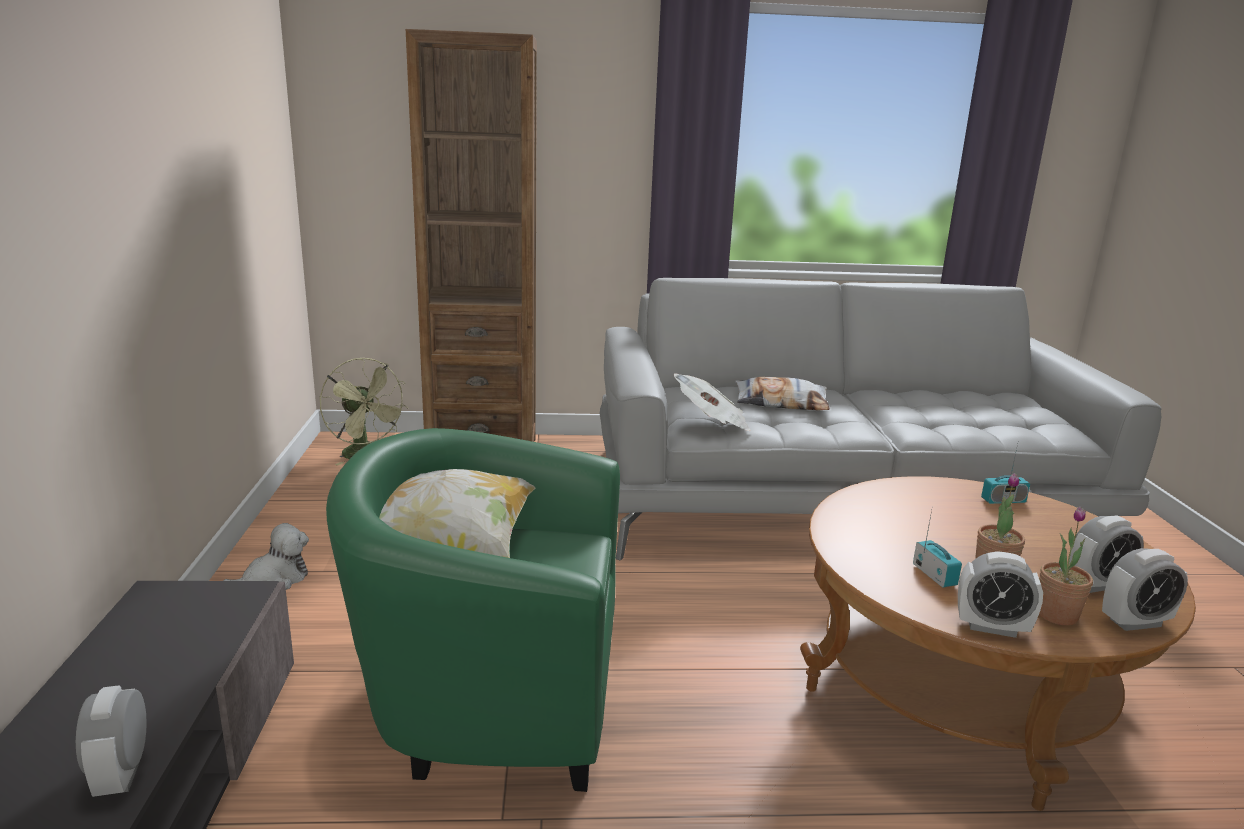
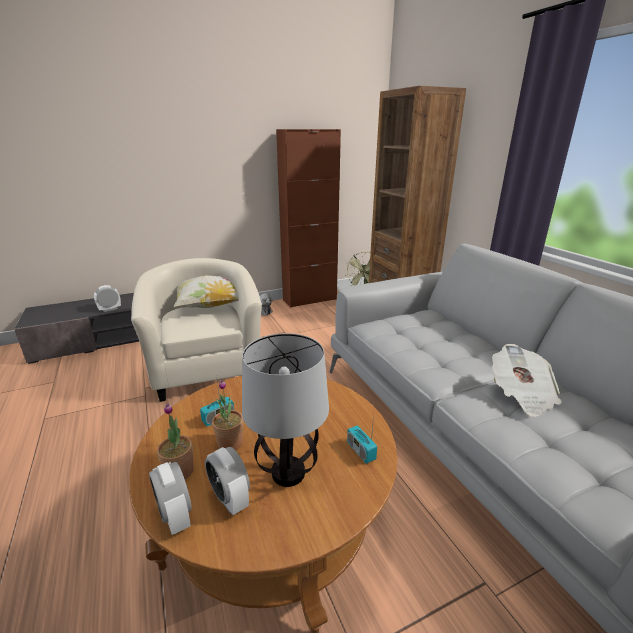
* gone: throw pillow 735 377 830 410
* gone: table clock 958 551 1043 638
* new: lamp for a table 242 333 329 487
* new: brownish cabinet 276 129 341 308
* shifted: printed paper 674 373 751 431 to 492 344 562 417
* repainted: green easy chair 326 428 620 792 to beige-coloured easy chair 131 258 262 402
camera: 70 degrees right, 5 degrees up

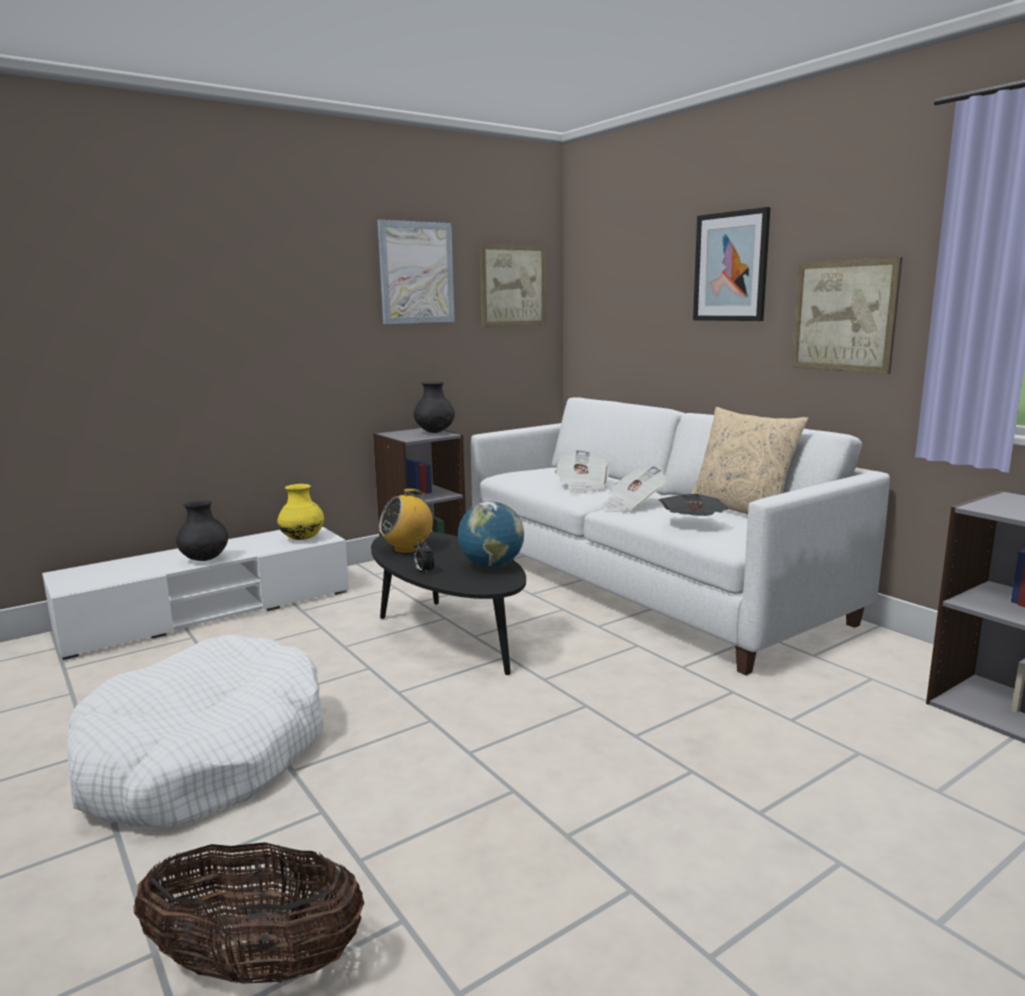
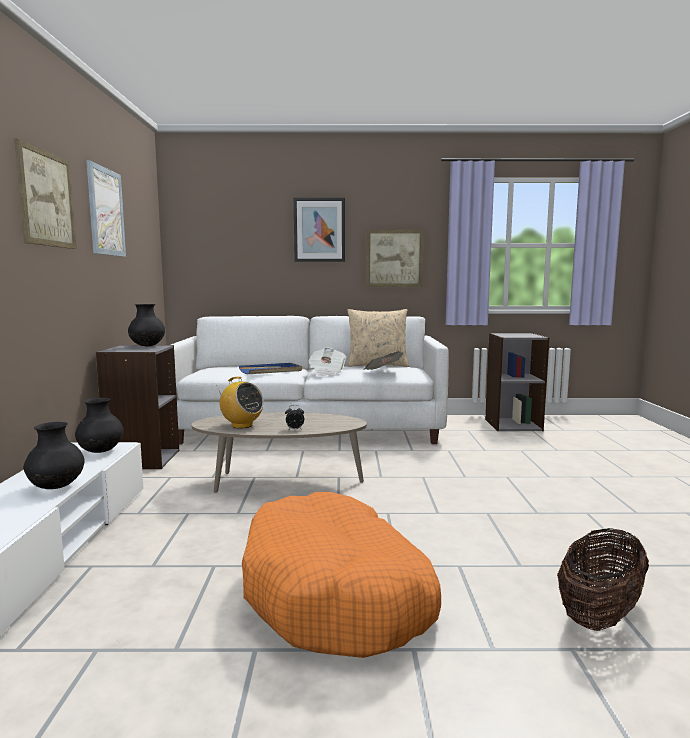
* gone: desk globe 458 501 524 568
* shifted: wall art 480 244 546 327 to 14 139 77 249
* swapped: printed paper 555 450 610 494 to blue-coloured serving tray 239 363 302 374
* repainted: white dog cushion 67 634 325 828 to orange-coloured dog cushion 242 492 441 658
* repainted: yellowish vase 277 484 324 540 to black vase 75 398 124 453
* repainted: black coffee table 371 532 526 675 to beige-coloured coffee table 191 412 367 493
* rotated: radio set 379 489 433 554 = 216 376 264 429 60 degrees counterclockwise
camera: 55 degrees left, 5 degrees down

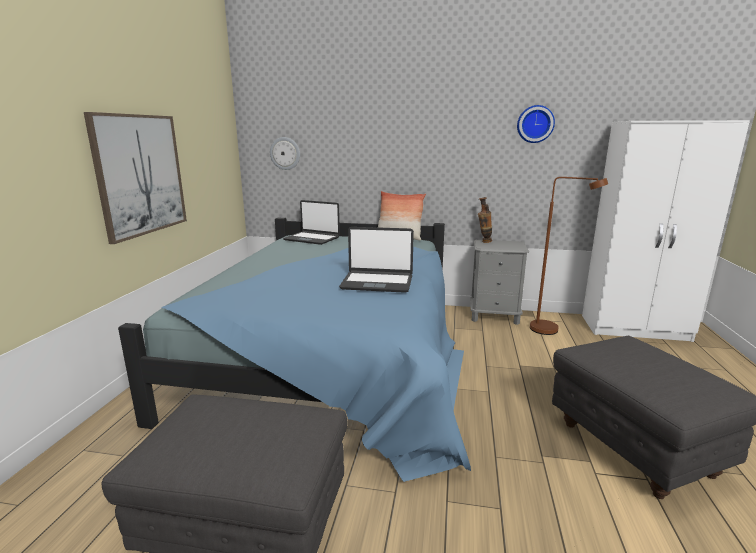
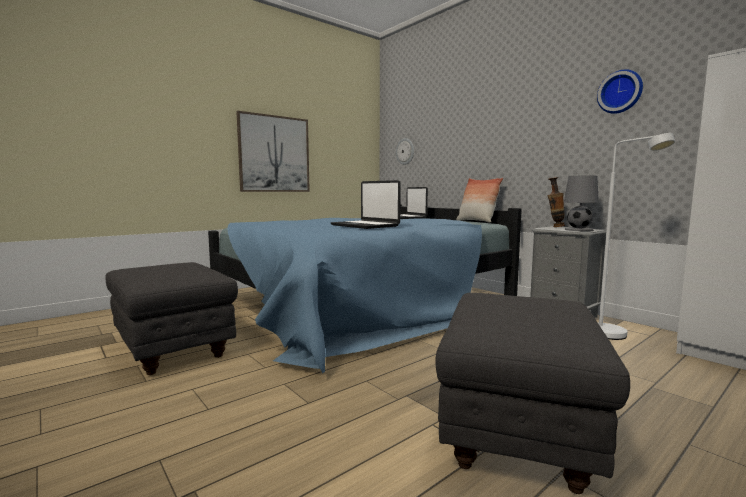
* new: gray lamp for a table 564 176 599 231
* repainted: brownish standing lamp 530 177 608 335 to white standing lamp 598 133 675 340
camera: 40 degrees right, 10 degrees down

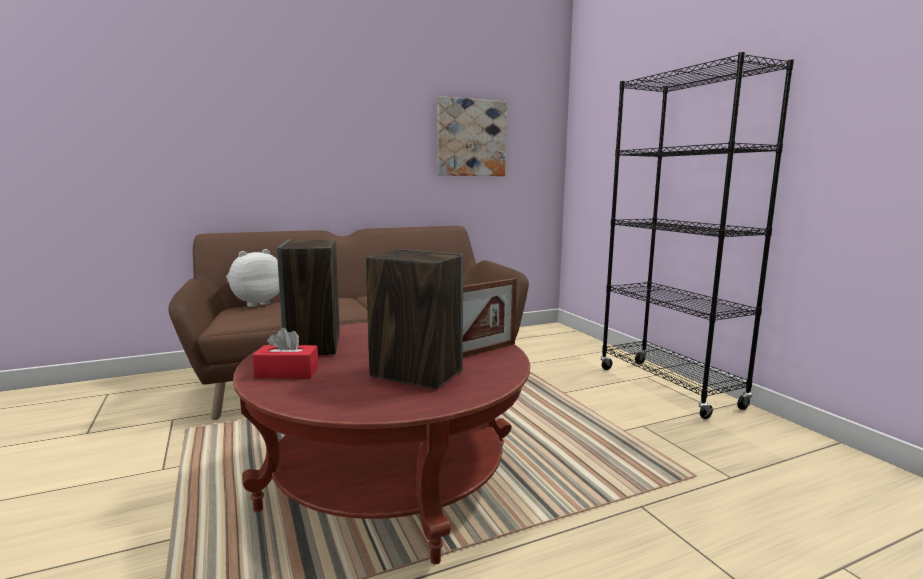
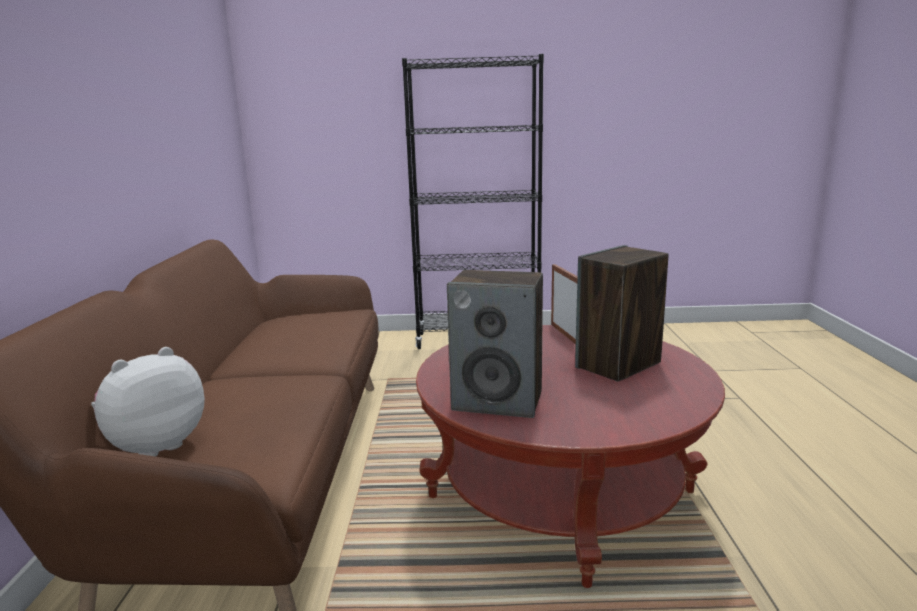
* gone: red tissue holder 253 328 319 378
* gone: wall art 437 96 507 176
* rotated: plush toy 226 249 279 307 = 91 347 205 457 60 degrees clockwise
camera: 65 degrees left, 5 degrees up

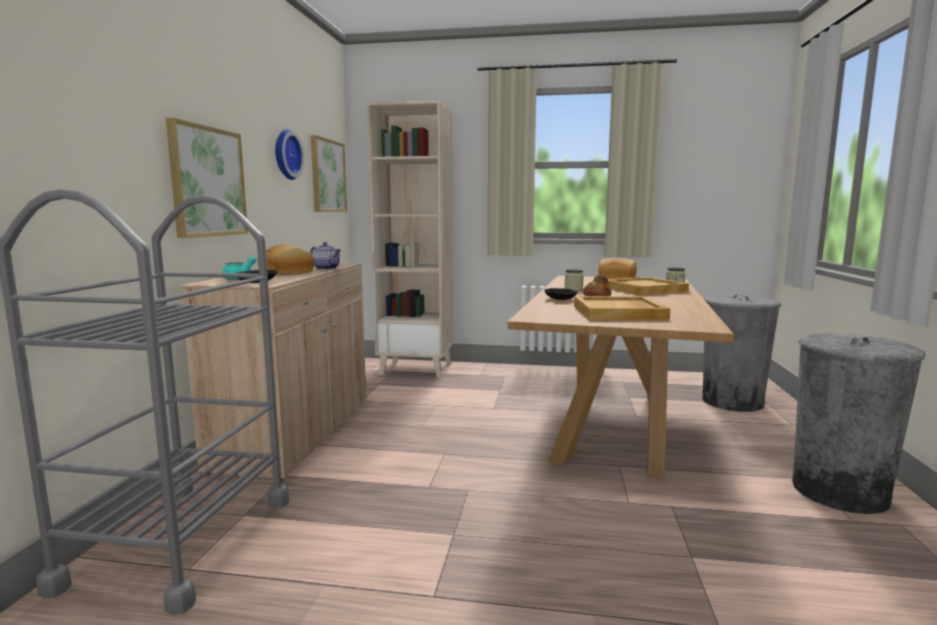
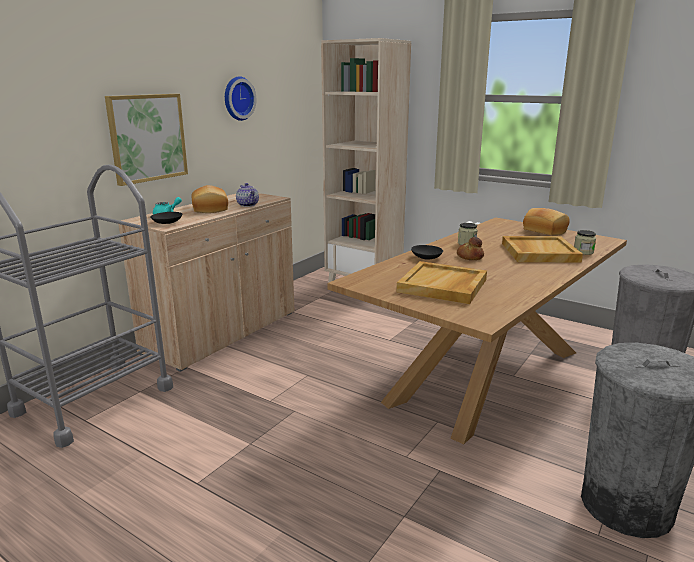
* gone: wall art 311 135 347 212
camera: 25 degrees right, 10 degrees up

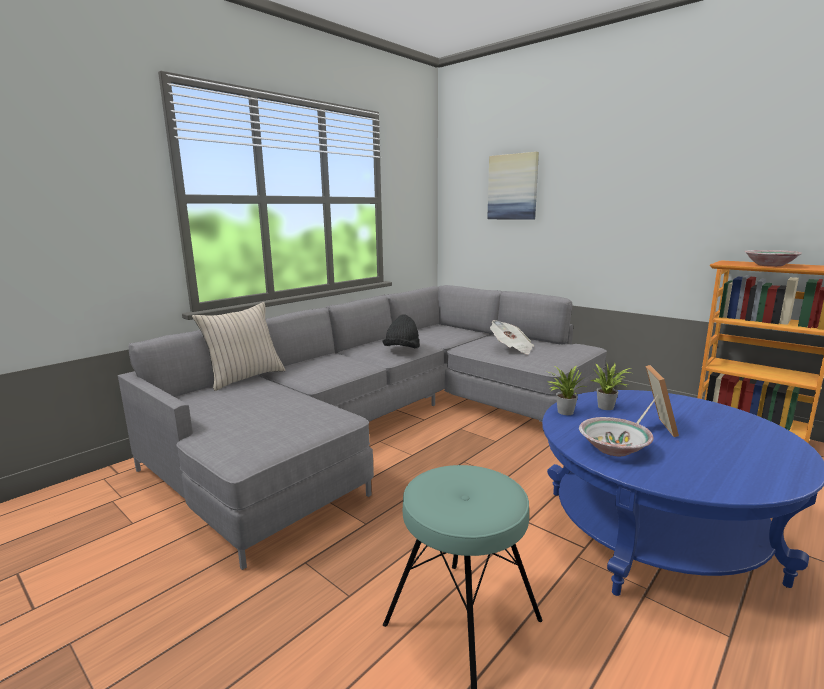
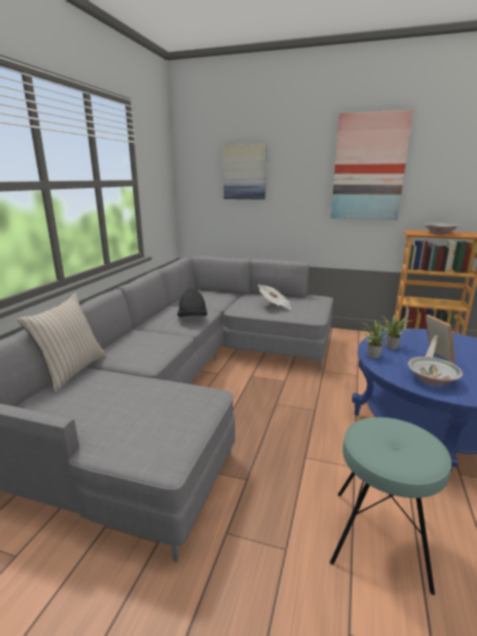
* new: wall art 331 110 413 220
camera: 25 degrees left, 5 degrees up

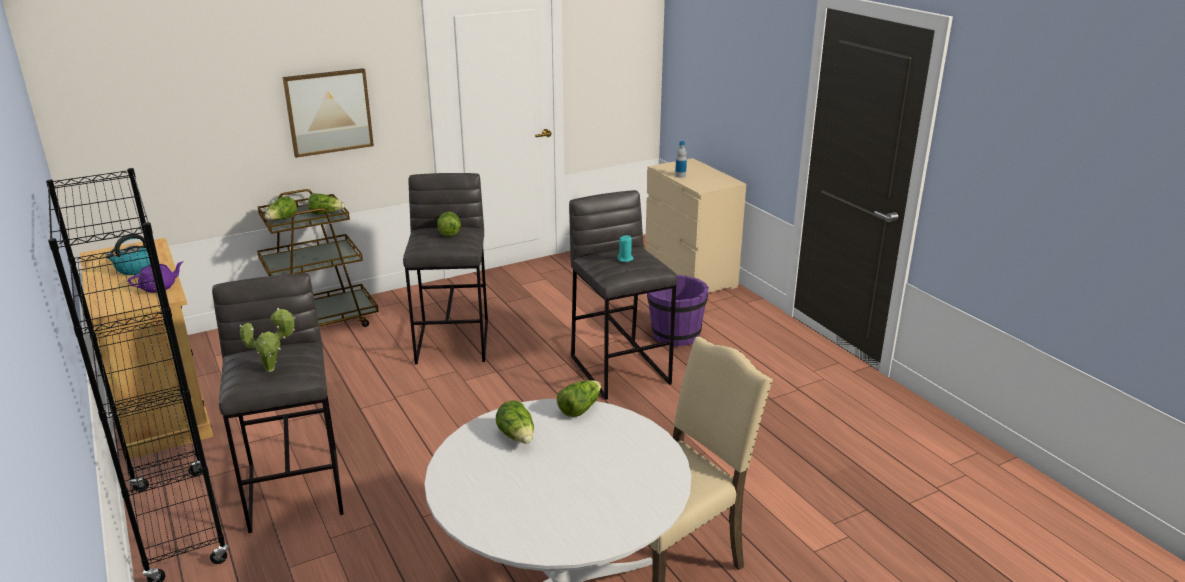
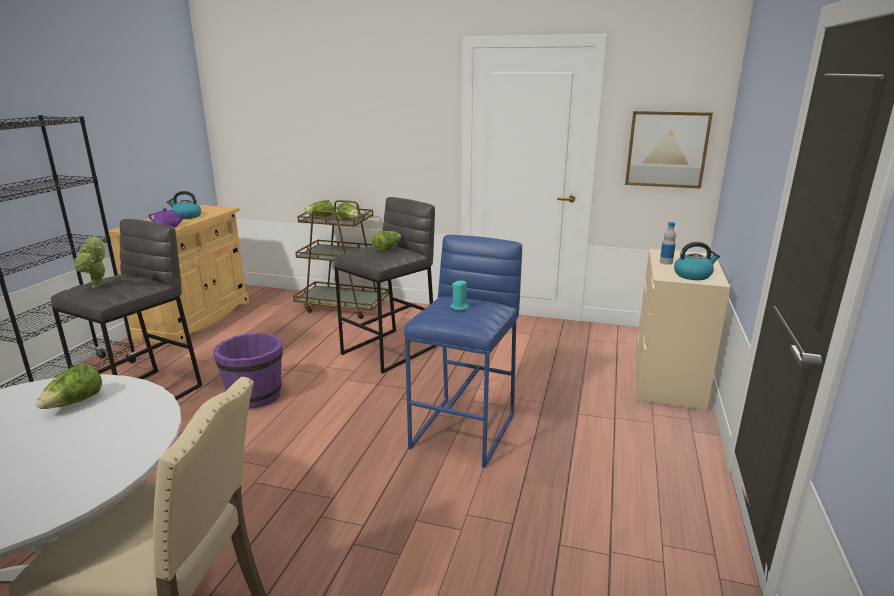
* gone: lettuce 557 380 601 417
* new: water kettle 674 242 720 280
* shifted: wall art 282 68 374 158 to 625 111 713 189
* shifted: purplish pail 647 275 709 346 to 213 333 283 409
* repainted: gray sitting stool 569 190 677 400 to blue-coloured sitting stool 404 235 522 468
camera: 45 degrees right, 5 degrees down

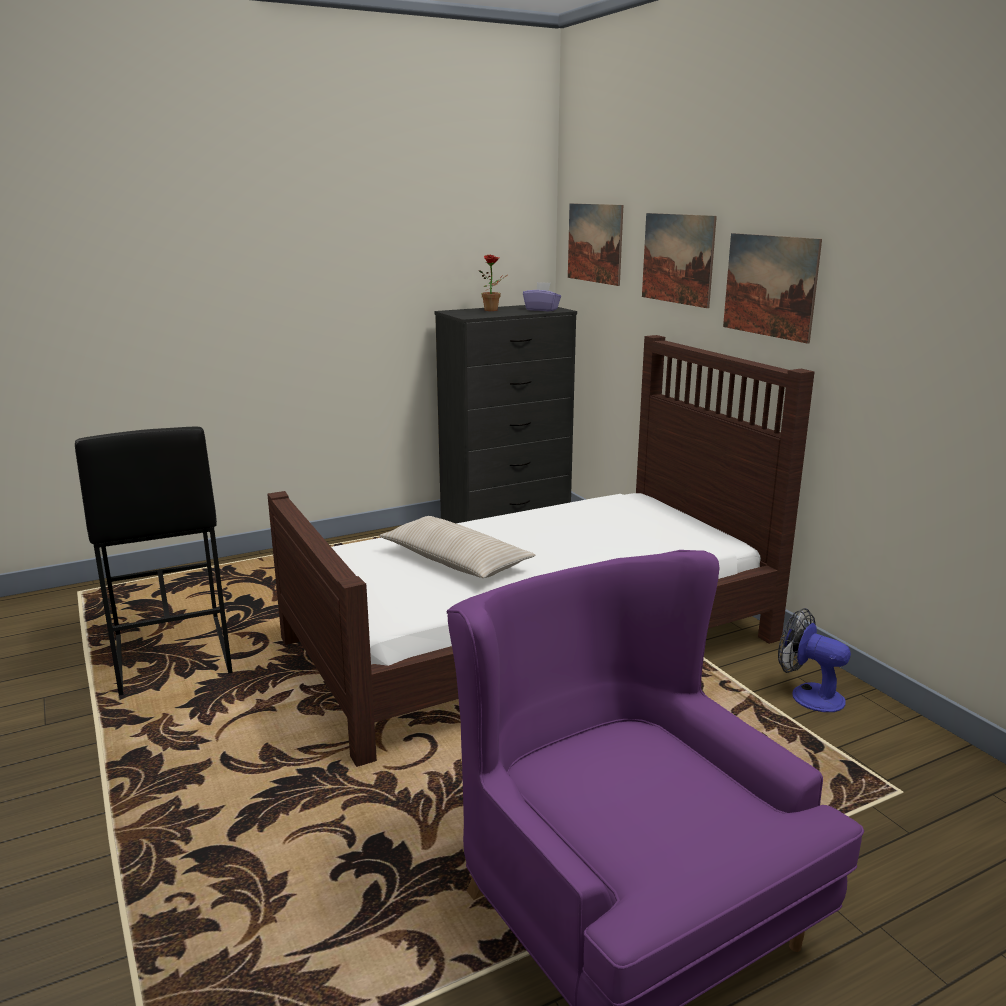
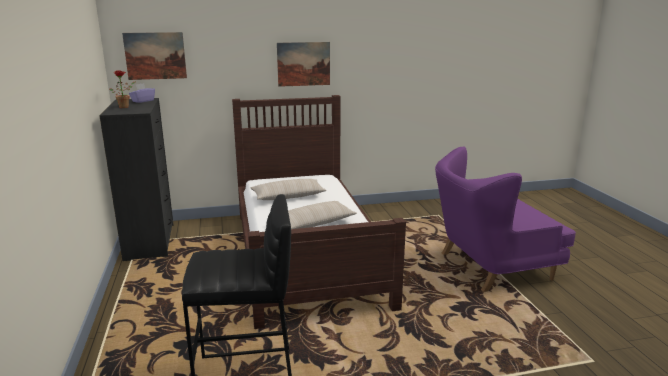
* gone: wall art 642 213 717 308
* gone: cooling fan 778 608 851 712
* new: beige-coloured throw pillow 251 179 327 200
camera: 75 degrees left, 0 degrees up

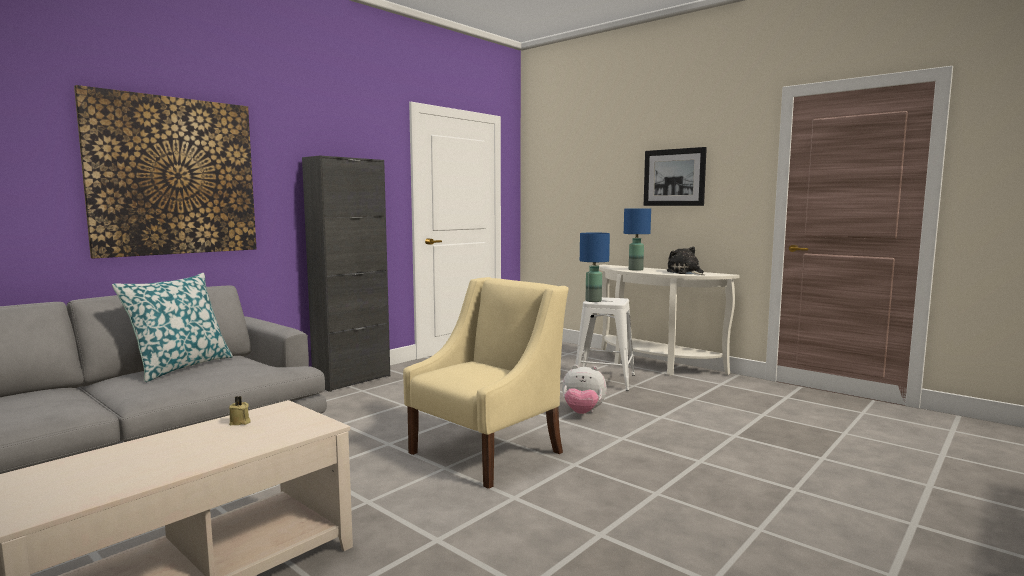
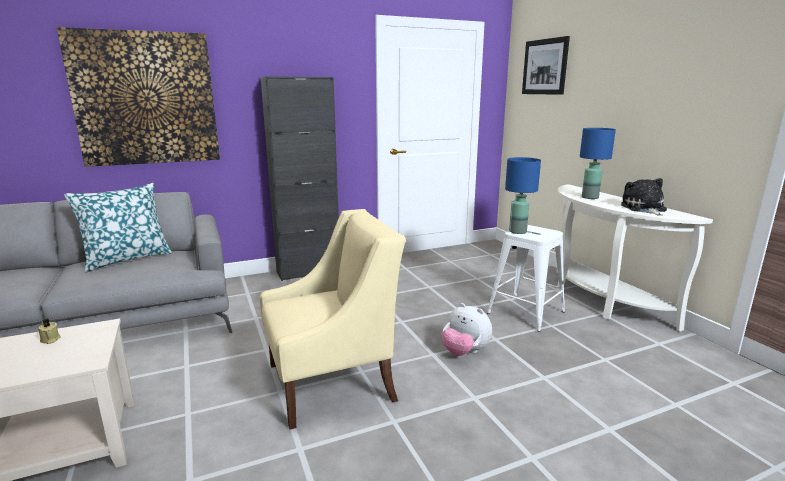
* shifted: wall art 644 147 707 206 to 522 36 570 95
camera: 25 degrees right, 10 degrees up

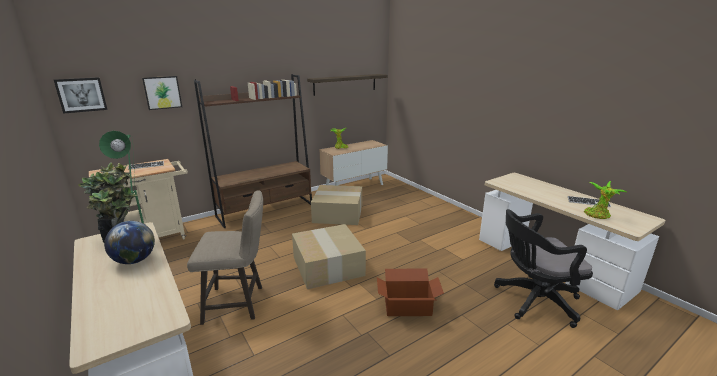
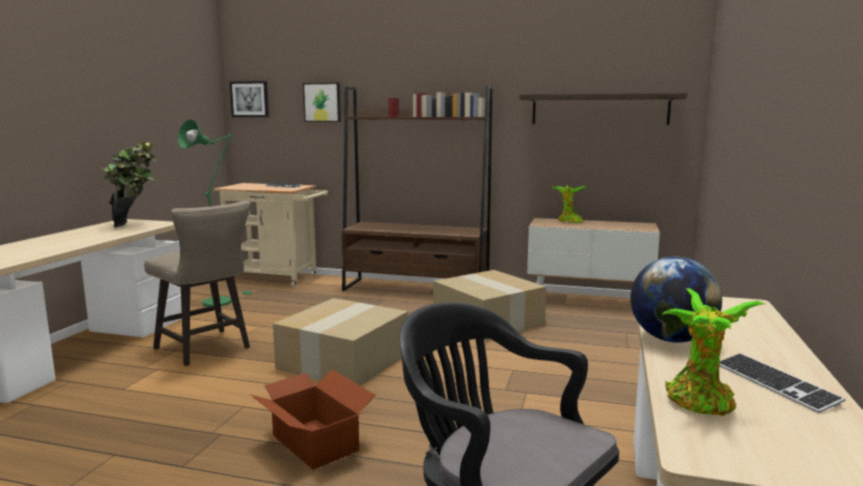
* shifted: desk globe 104 221 155 264 to 630 257 722 343
camera: 50 degrees right, 10 degrees down

